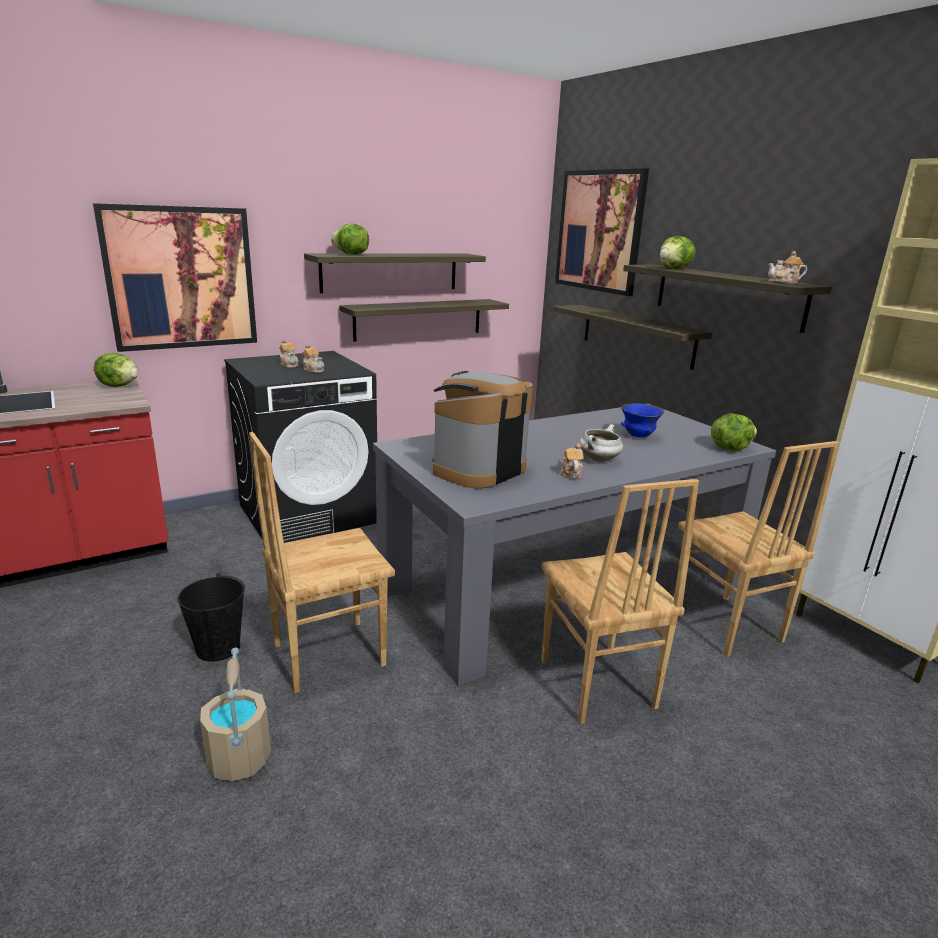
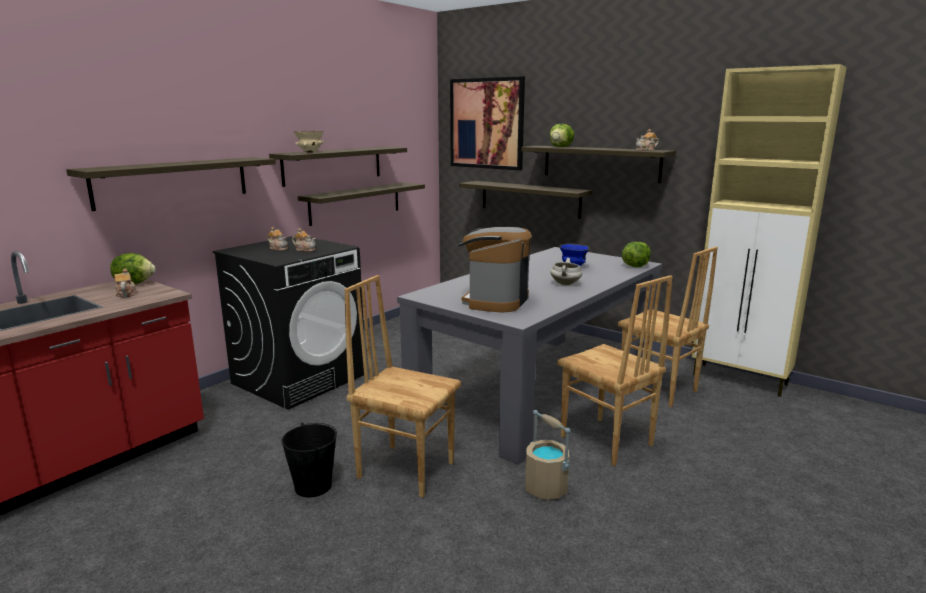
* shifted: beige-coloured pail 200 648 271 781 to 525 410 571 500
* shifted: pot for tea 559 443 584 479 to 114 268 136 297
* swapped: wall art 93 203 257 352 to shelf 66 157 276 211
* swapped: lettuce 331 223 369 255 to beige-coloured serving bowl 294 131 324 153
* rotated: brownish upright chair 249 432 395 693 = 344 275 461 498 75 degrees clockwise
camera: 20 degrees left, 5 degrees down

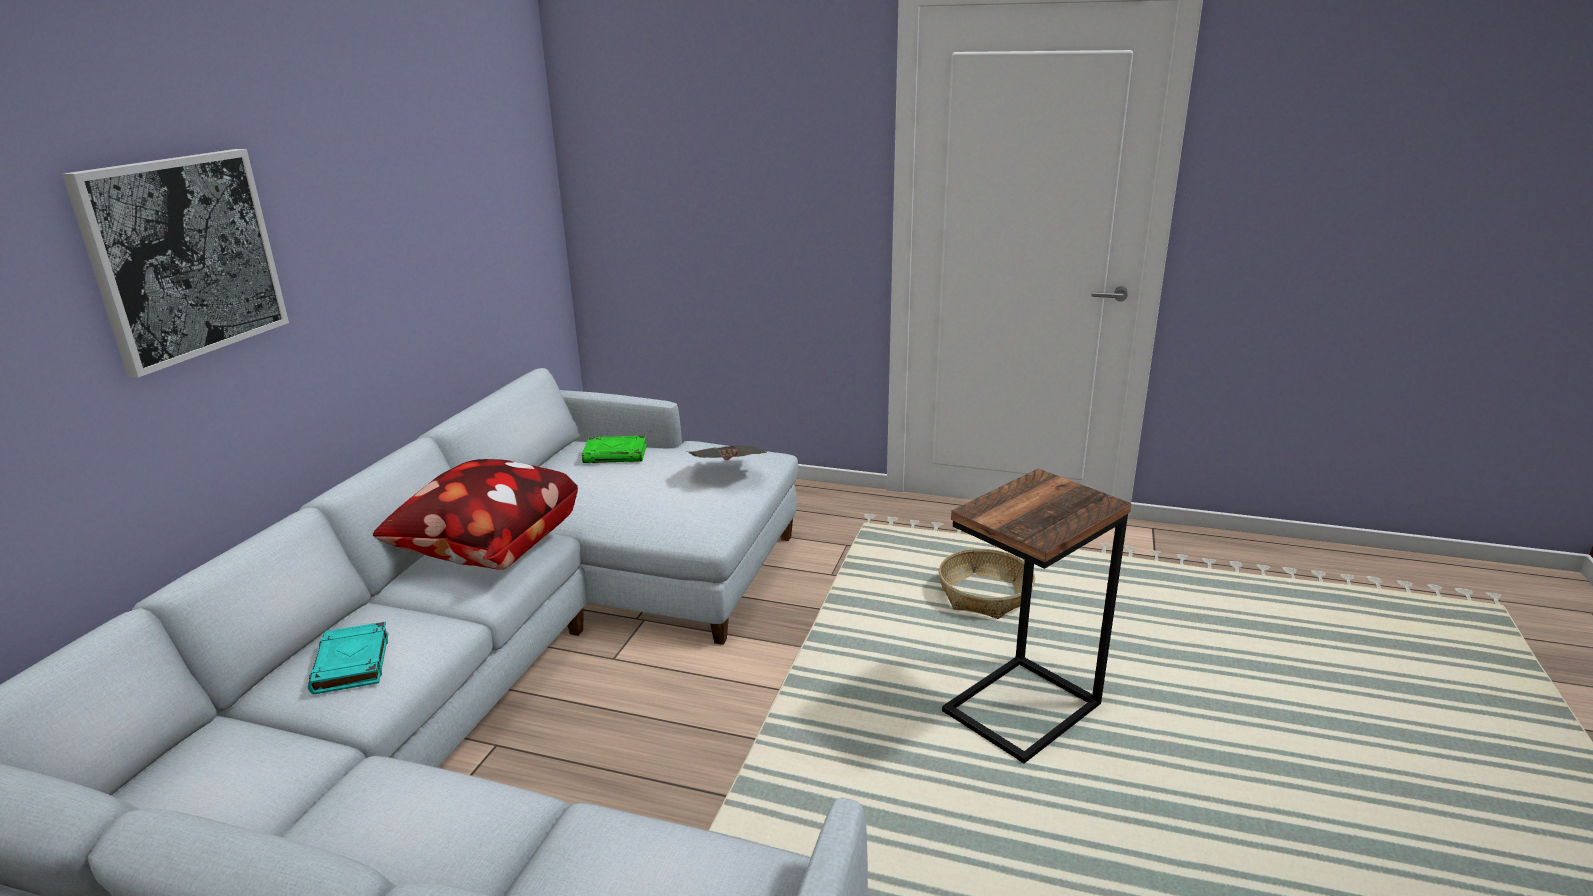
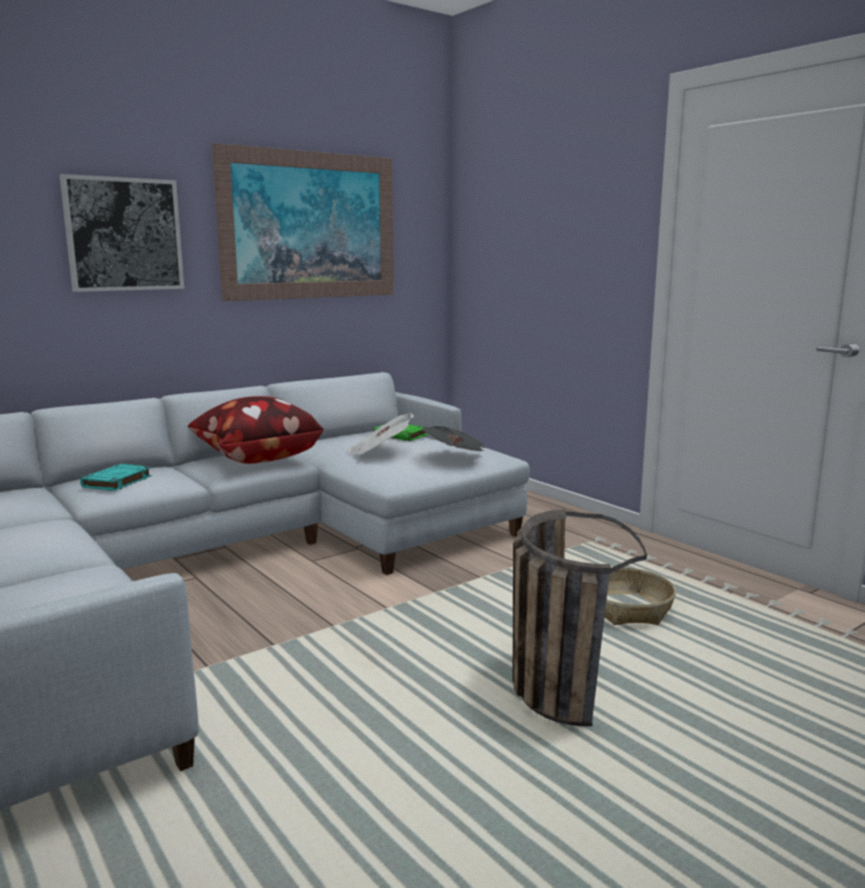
* new: wall art 212 143 394 301
* new: printed paper 347 413 414 455
* swapped: accent table 942 468 1131 764 to storage basket 513 509 647 726
camera: 35 degrees right, 10 degrees down

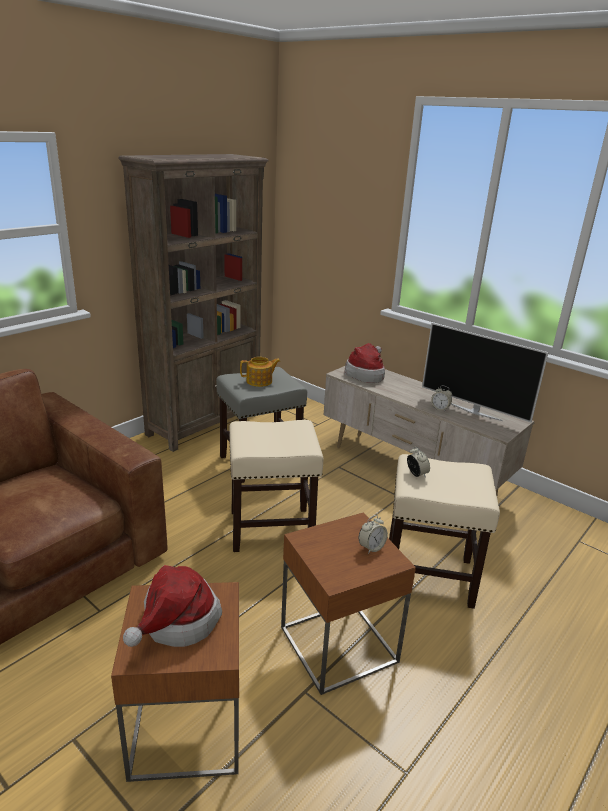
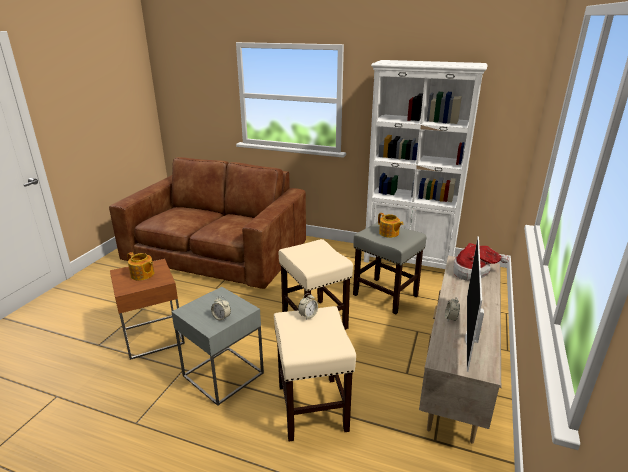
* swapped: wearable hat 123 565 222 647 to pot for tea 127 252 155 280
* repainted: brownish shelving unit 118 154 269 452 to white shelving unit 364 60 488 269
* repainted: brownish accent table 281 512 416 695 to gray accent table 172 287 264 406
camera: 70 degrees right, 0 degrees up

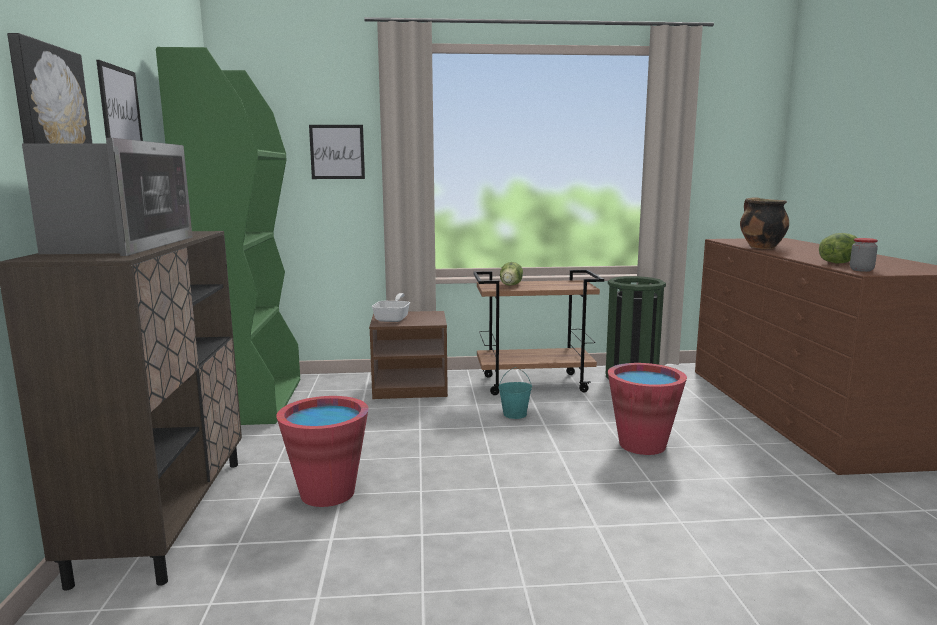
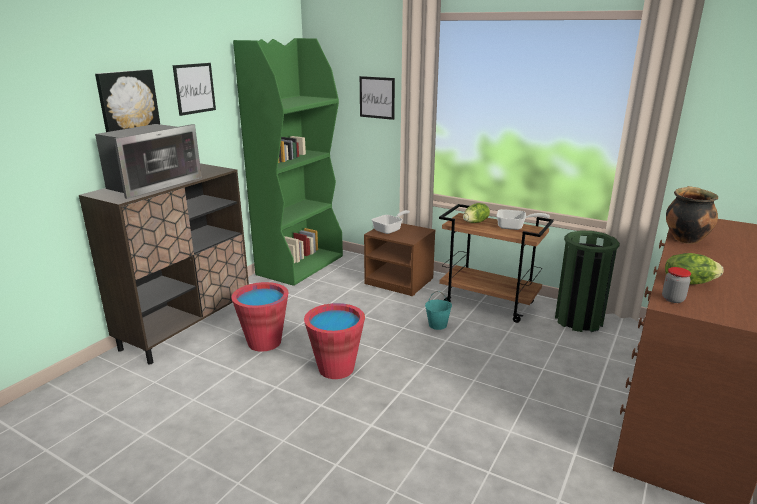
* new: pan 497 209 550 230
* shifted: red pail 608 363 687 455 to 304 303 365 379
camera: 35 degrees right, 10 degrees up

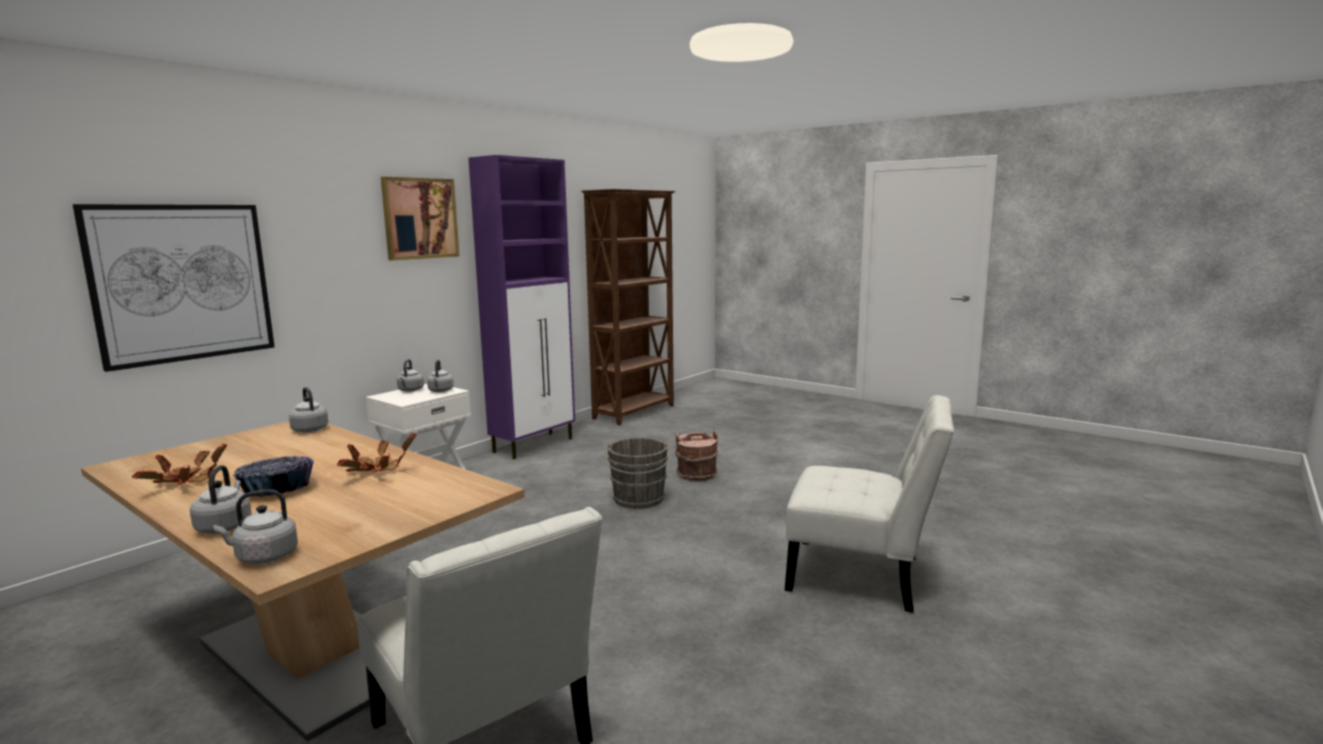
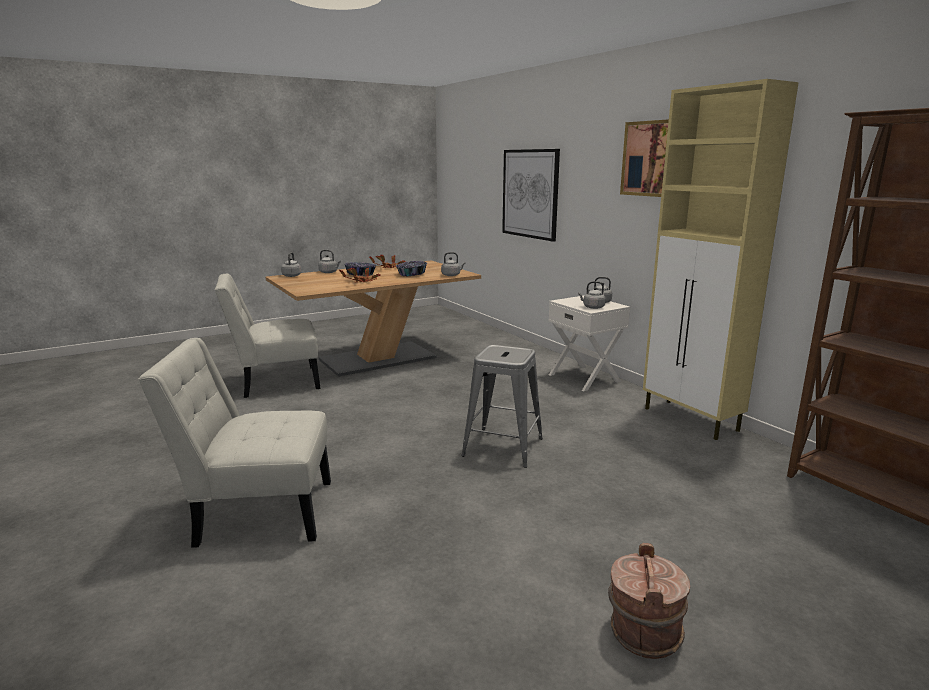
* new: serving bowl 396 261 427 276
* shifted: brownish pail 674 431 718 481 to 608 543 690 659
* swapped: gray pail 605 438 669 509 to gray sitting stool 461 345 543 468
* repainted: purplish cabinet 468 155 575 459 to beige-coloured cabinet 643 79 799 440
* rotated: white upright chair 785 395 954 612 = 138 338 331 548 45 degrees clockwise
camera: 110 degrees right, 5 degrees up

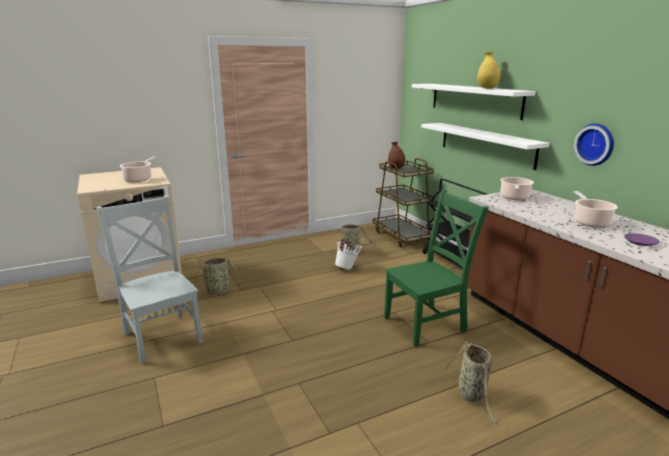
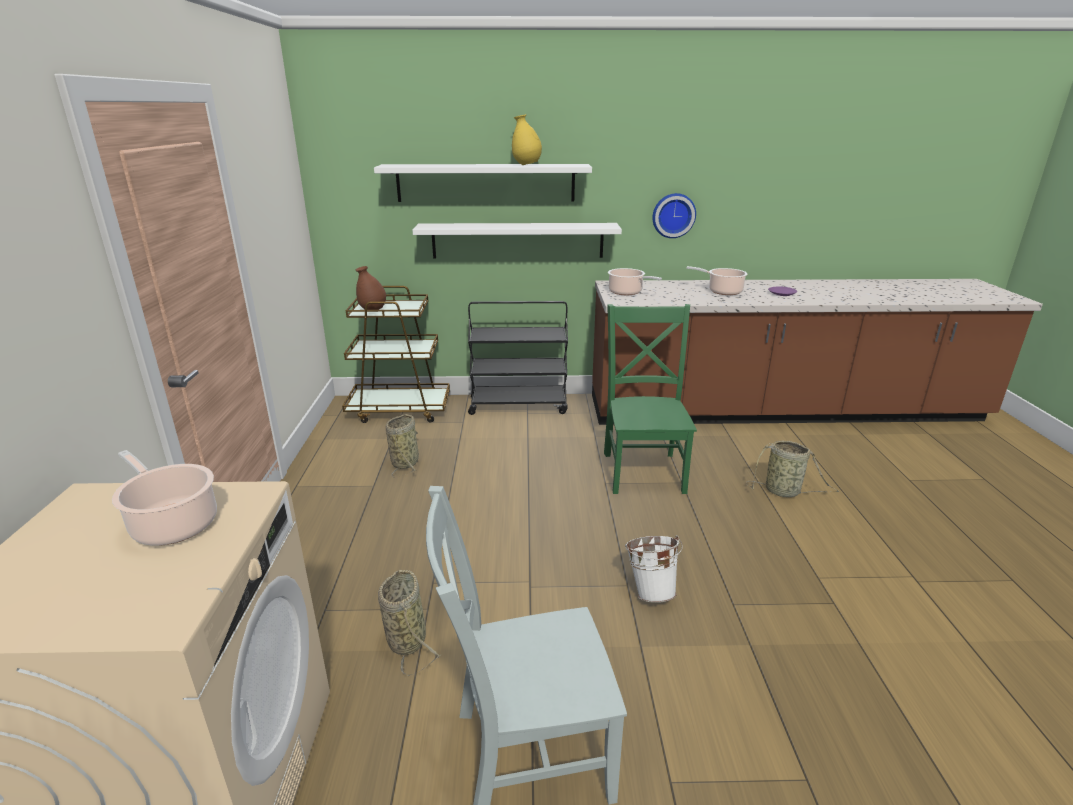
* shifted: white pail 335 238 362 270 to 625 535 683 603
camera: 65 degrees left, 5 degrees up

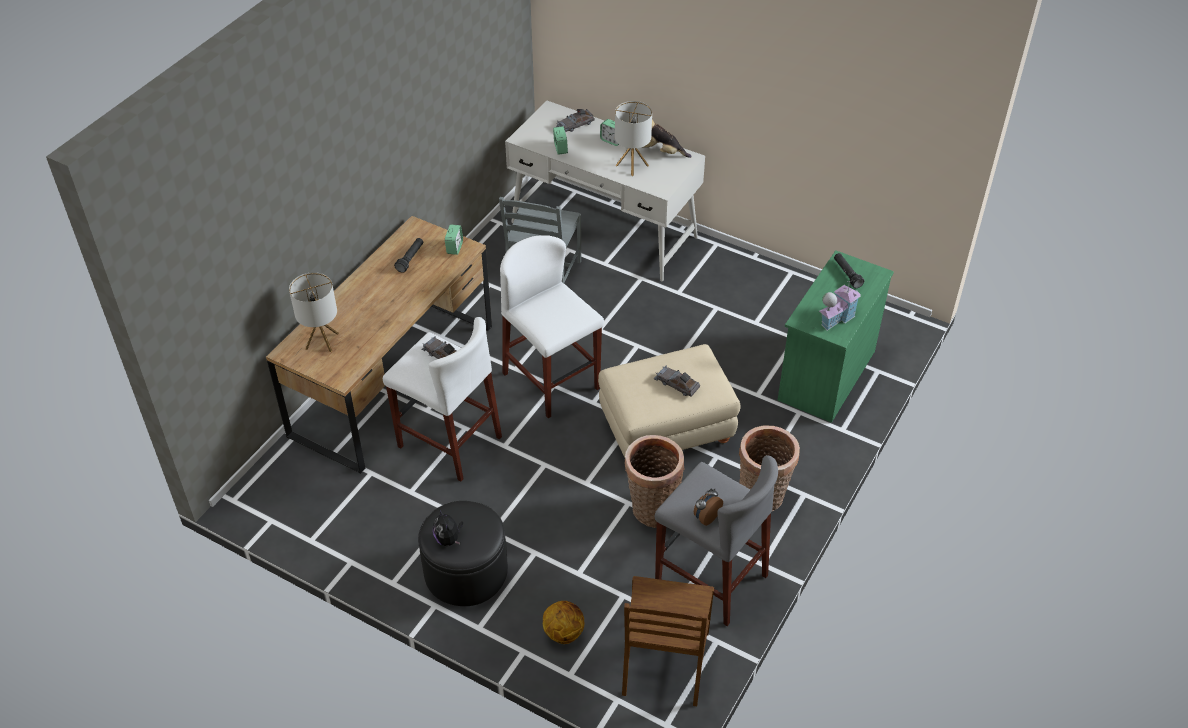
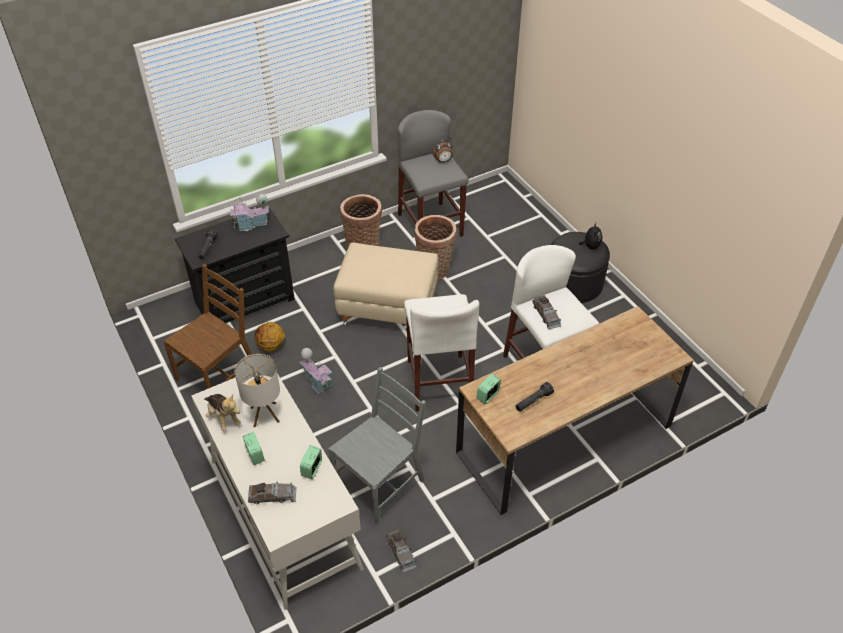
* gone: lamp for a table 289 272 339 352
* new: toy house 300 348 332 393
* shifted: basketball 543 601 584 644 to 254 322 285 352
* shifted: brownish upright chair 622 576 714 706 to 163 264 252 389
* shifted: gray model car 654 365 700 396 to 386 529 416 573
* repainted: green drawer chest 778 250 894 423 to black drawer chest 175 207 295 323
camera: 150 degrees left, 0 degrees up

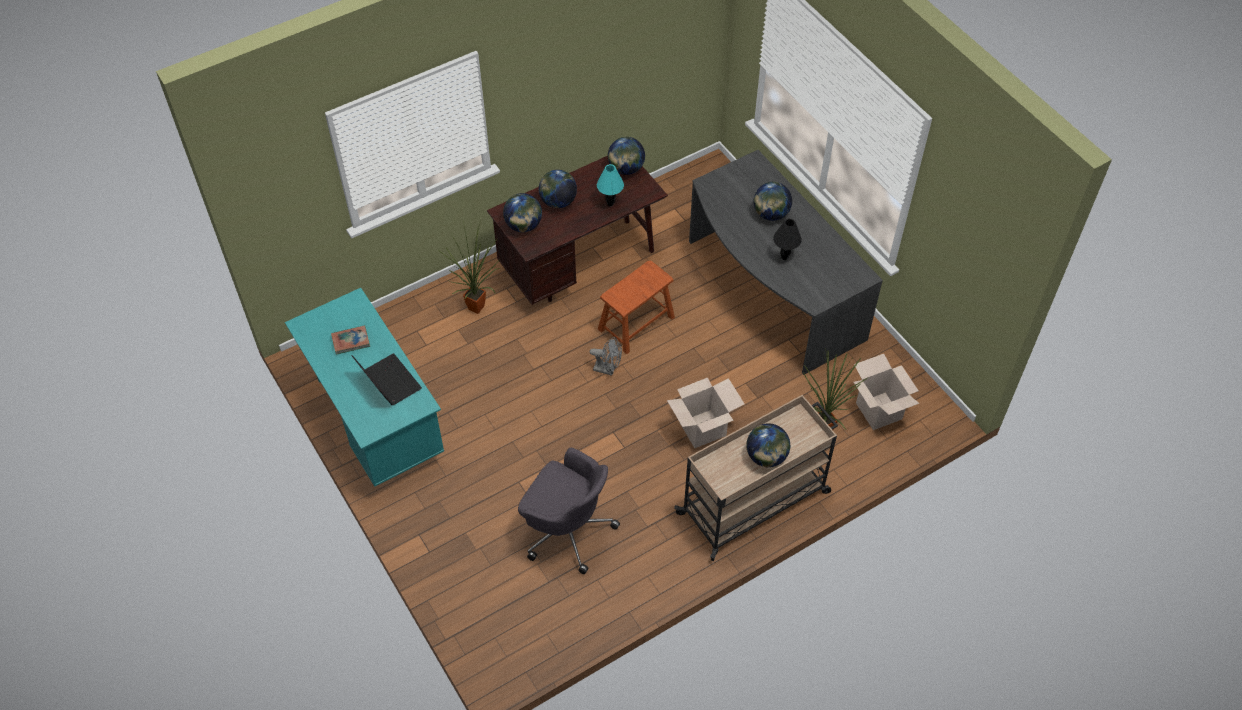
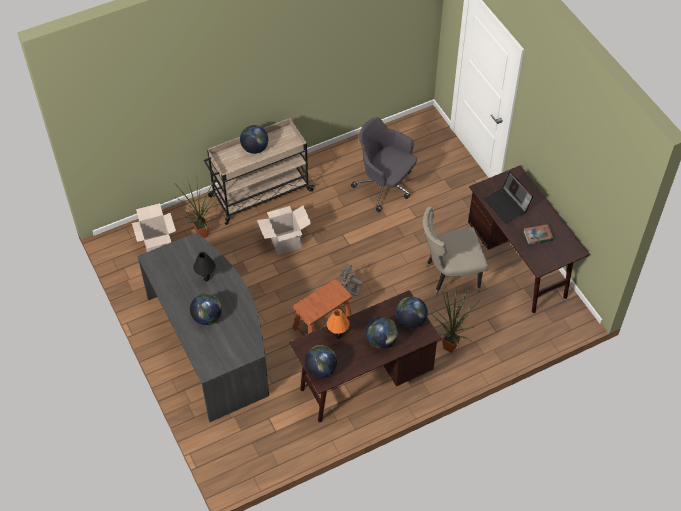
* new: beige-coloured upright chair 423 206 488 296
* repainted: blue-green desk 285 288 444 487 to brownish desk 468 166 590 313
* repainted: blue-green lamp for a table 597 164 624 206 to orange-coloured lamp for a table 327 309 350 339
camera: 175 degrees left, 0 degrees up

